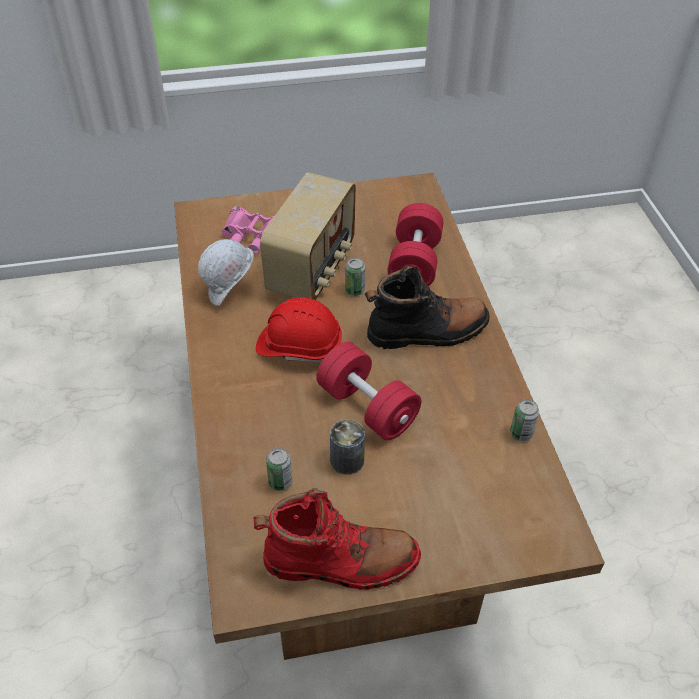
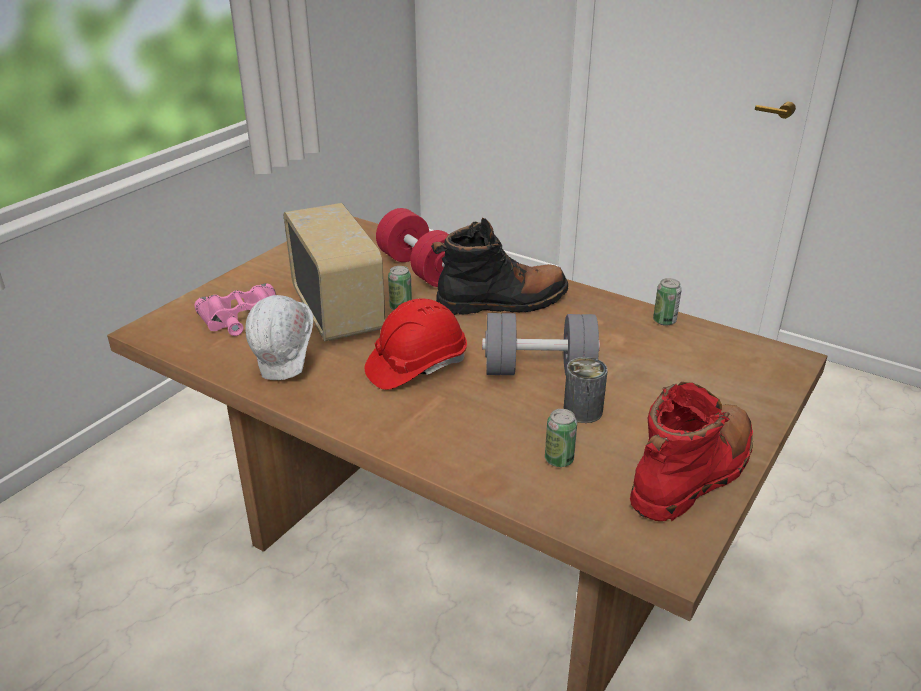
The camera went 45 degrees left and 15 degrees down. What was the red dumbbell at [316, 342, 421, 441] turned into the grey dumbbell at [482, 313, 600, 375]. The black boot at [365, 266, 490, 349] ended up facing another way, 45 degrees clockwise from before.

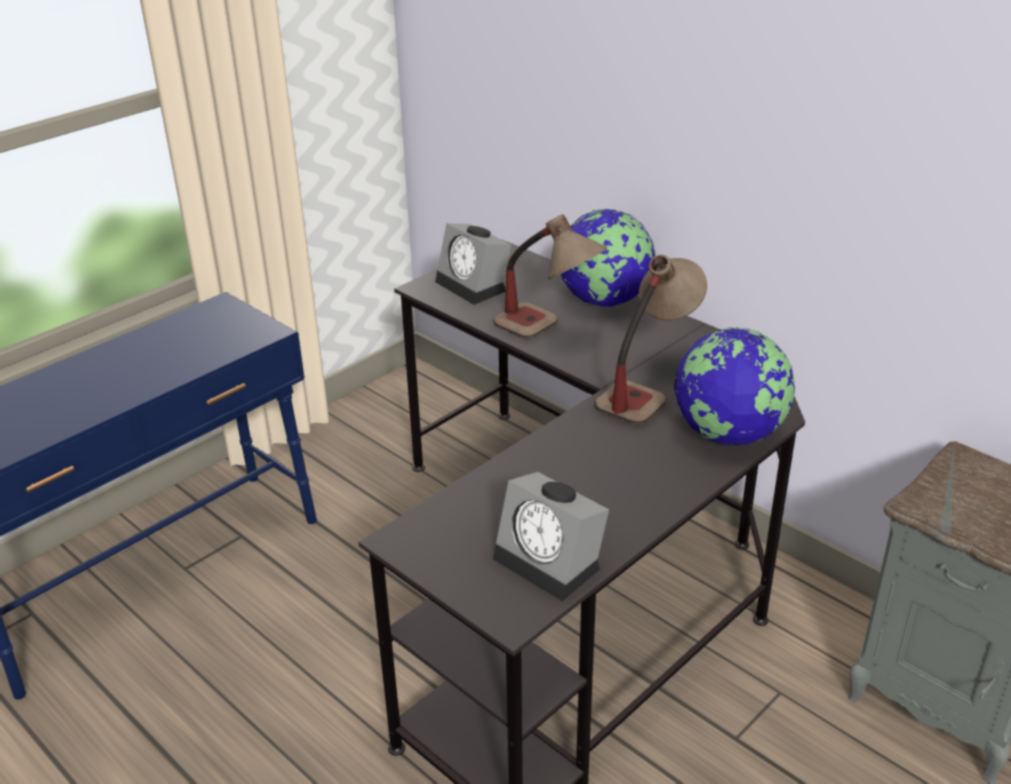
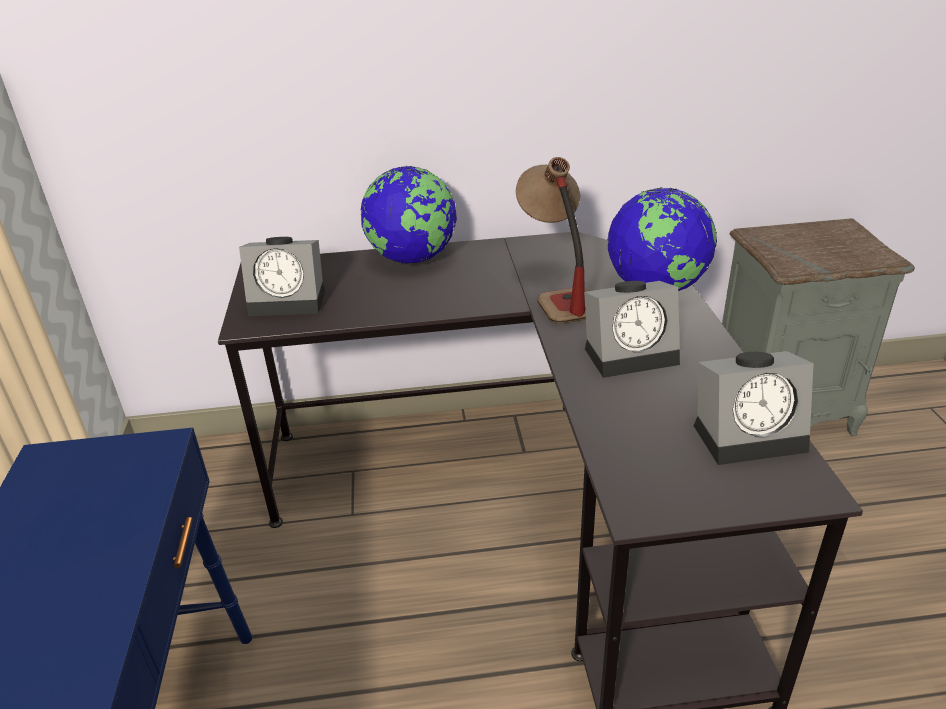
The camera went 50 degrees left and 0 degrees up. The second view lost the table lamp at [493, 214, 607, 339]. The second view gained the alarm clock at [584, 281, 680, 378].

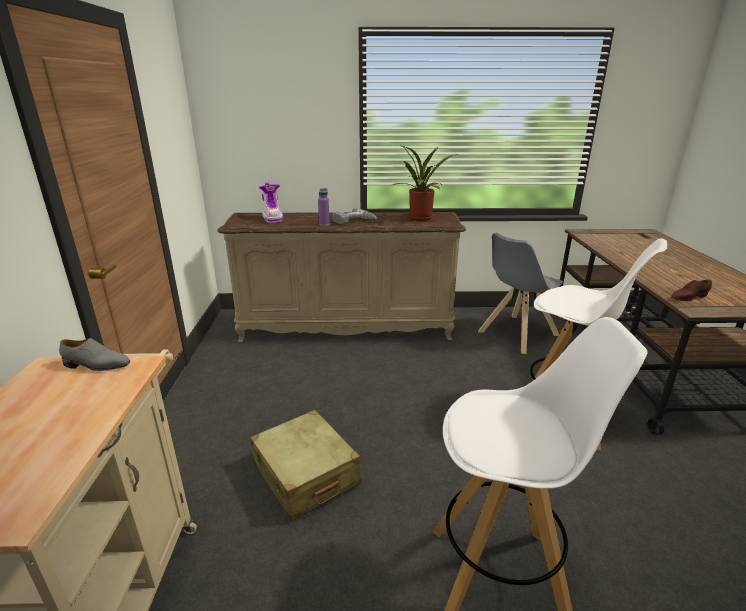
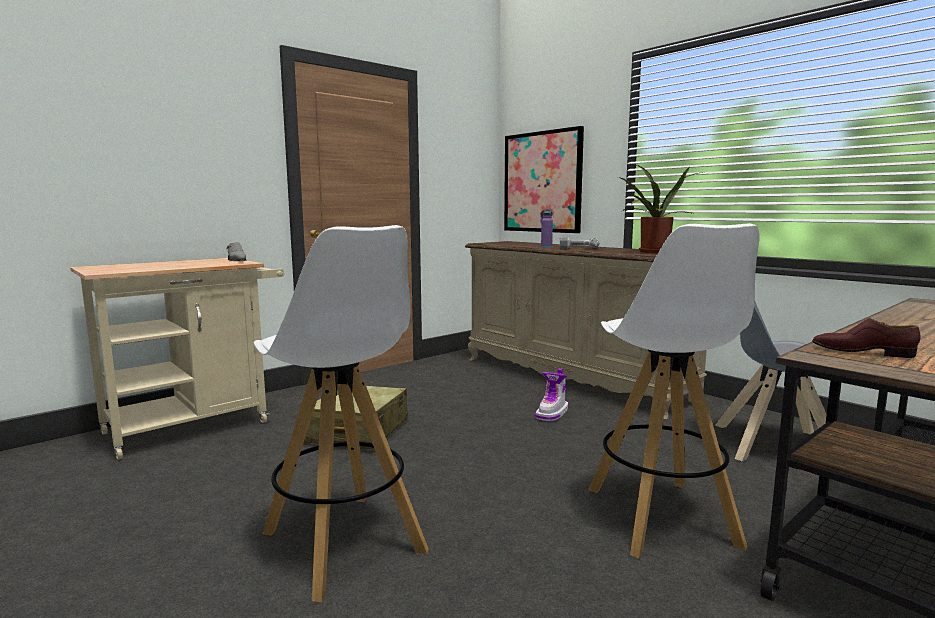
The camera went 50 degrees right and 15 degrees down. The boot ended up elsewhere, having gone from [259, 183, 283, 223] to [535, 368, 568, 421]. The second view gained the picture at [504, 126, 584, 233].

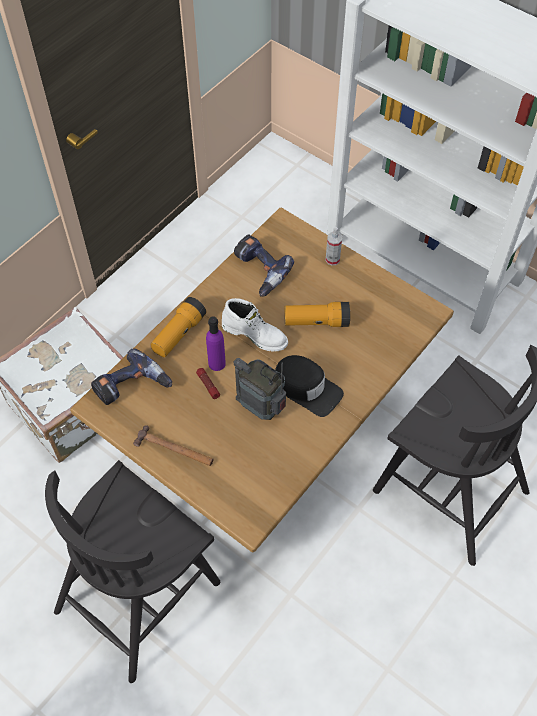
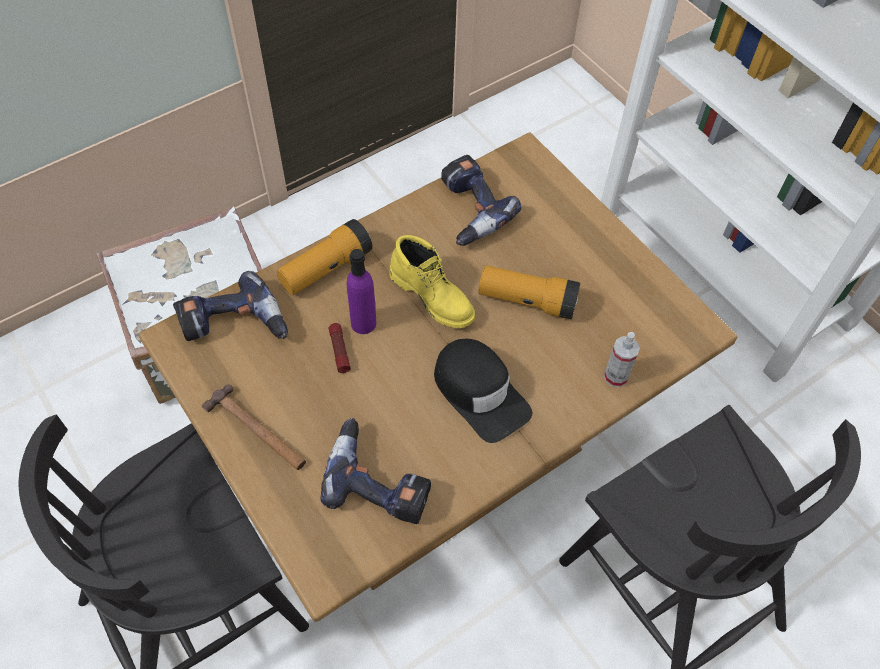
The camera went 15 degrees right and 0 degrees up. What was the white boot at [222, 298, 288, 352] turned into the yellow boot at [389, 235, 475, 328]. The second view lost the radio at [234, 358, 286, 420]. The spray bottle ended up elsewhere, having gone from [325, 227, 342, 266] to [604, 332, 640, 387]. The second view gained the power drill at [320, 418, 431, 524].

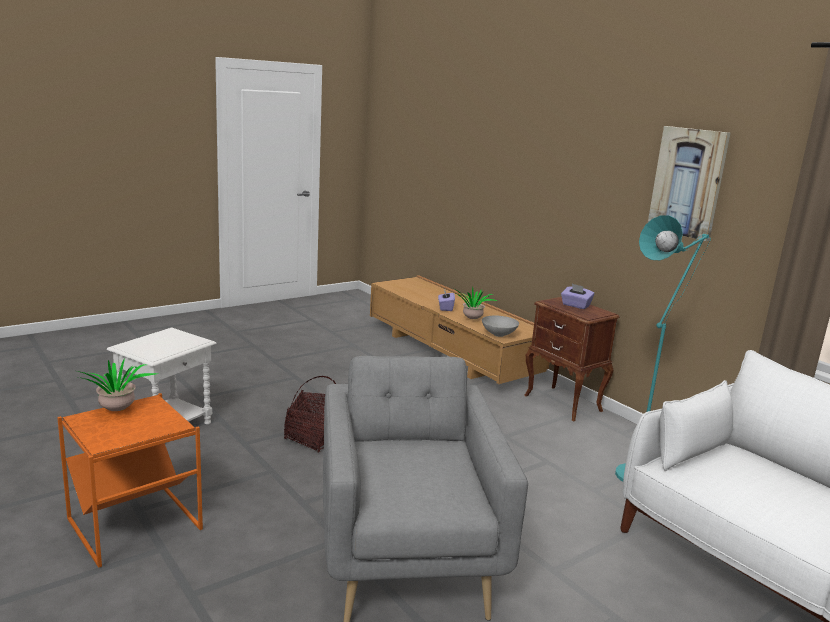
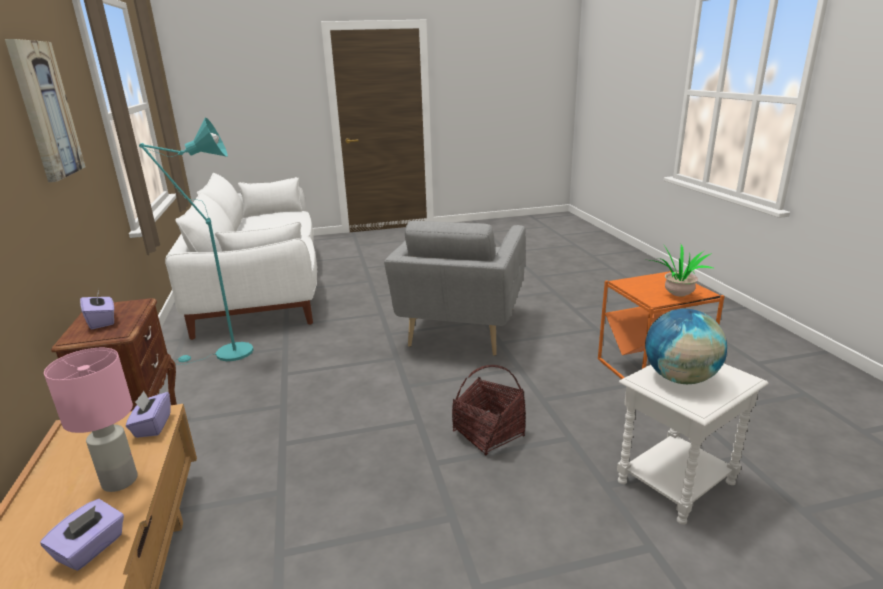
The camera went 155 degrees left and 5 degrees up. Where the potted plant stood at [454, 287, 498, 319], the pink table lamp came to stand at [44, 348, 137, 492]. Where the grey bowl stood at [482, 316, 519, 337], the purple tissue box came to stand at [126, 391, 171, 438]. The second view gained the globe at [645, 309, 727, 384].

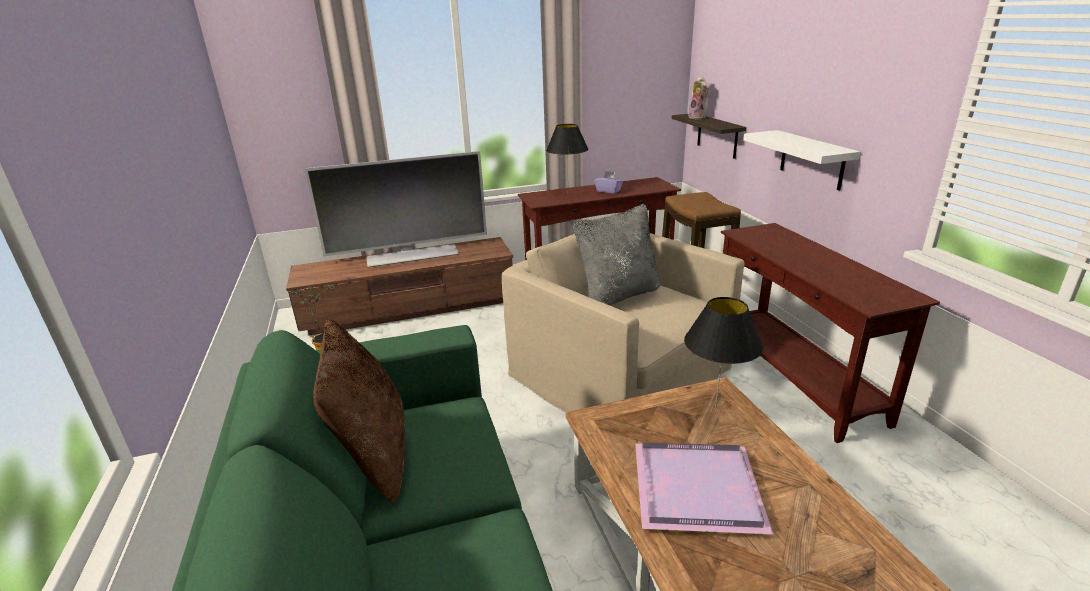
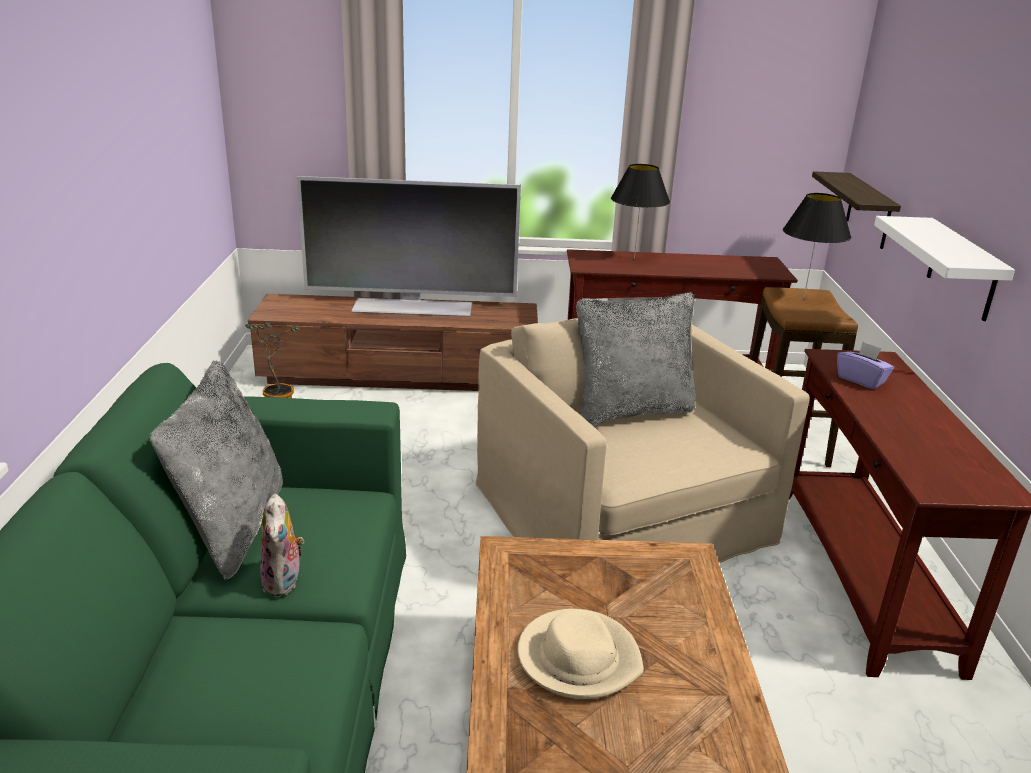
The camera went 15 degrees right and 0 degrees up. What was the brown pillow at [313, 319, 406, 502] turned into the grey pillow at [150, 360, 283, 579]. The purple tissue box ended up elsewhere, having gone from [594, 171, 623, 194] to [837, 342, 894, 389]. Where the purple tray stood at [635, 442, 773, 534], the beige hat came to stand at [517, 609, 644, 699]. The black table lamp ended up elsewhere, having gone from [684, 297, 764, 408] to [783, 193, 851, 298]. The plush toy ended up elsewhere, having gone from [688, 76, 709, 119] to [260, 494, 304, 596].

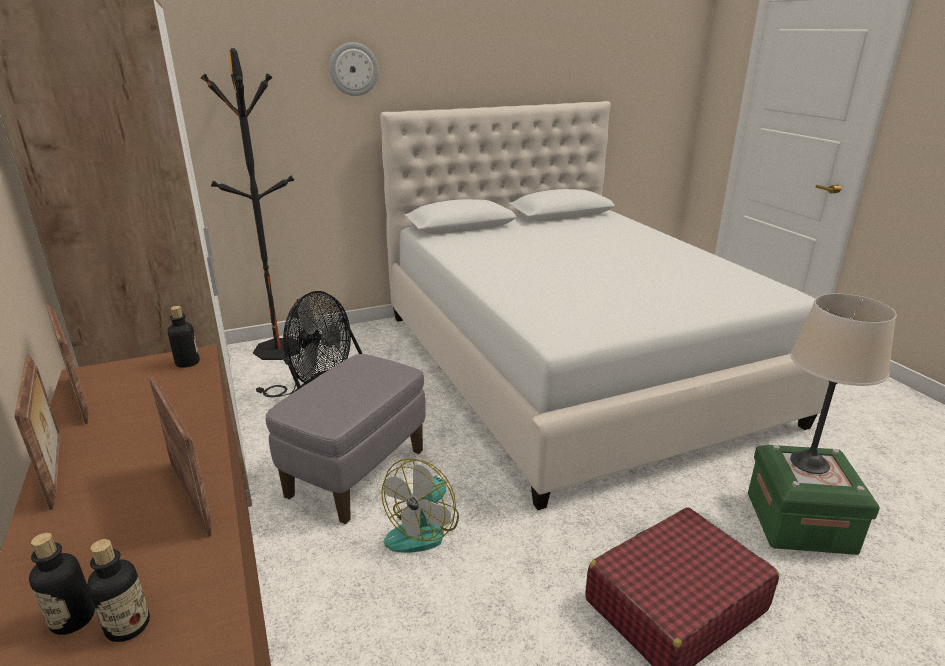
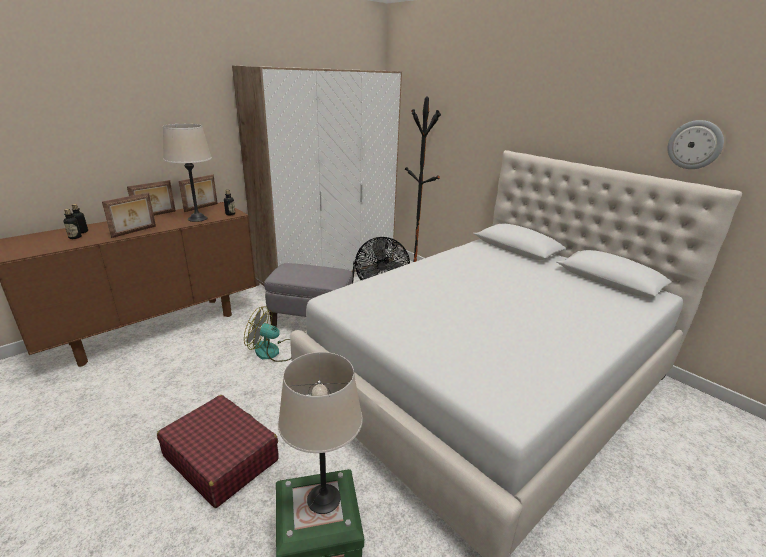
The camera went 70 degrees right and 0 degrees up. The wall clock ended up elsewhere, having gone from [329, 42, 379, 96] to [667, 120, 724, 169]. The second view gained the beige table lamp at [163, 124, 212, 222].

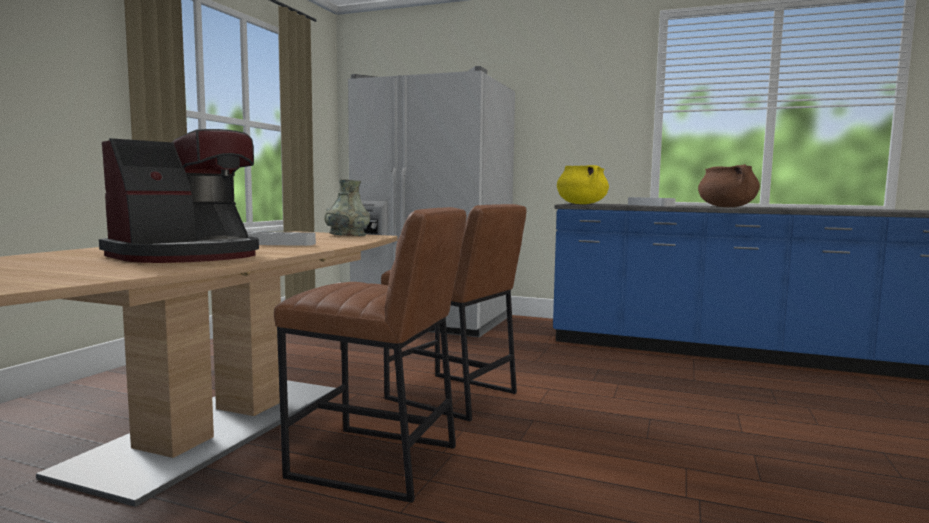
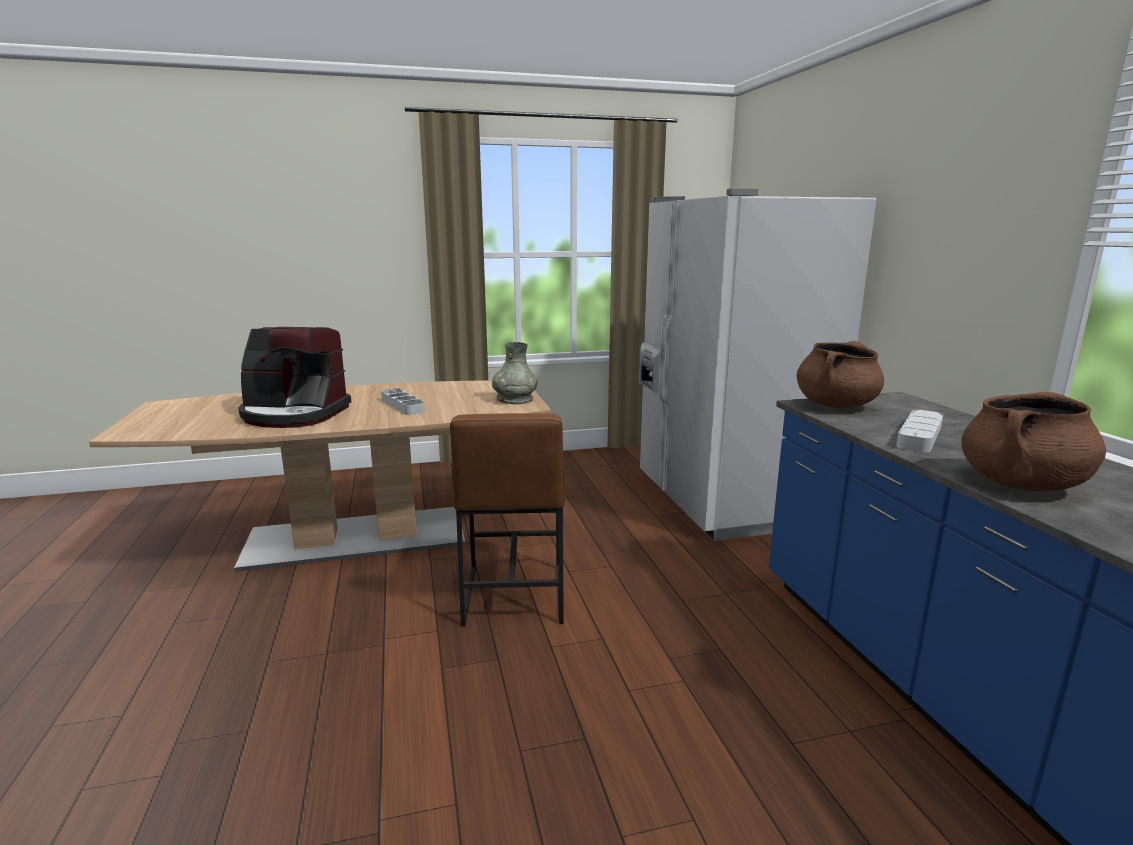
The camera went 55 degrees right and 10 degrees up. The second view lost the brown chair at [274, 207, 467, 503]. What was the yellow cooking pot at [557, 165, 609, 204] turned into the brown cooking pot at [797, 341, 884, 408].

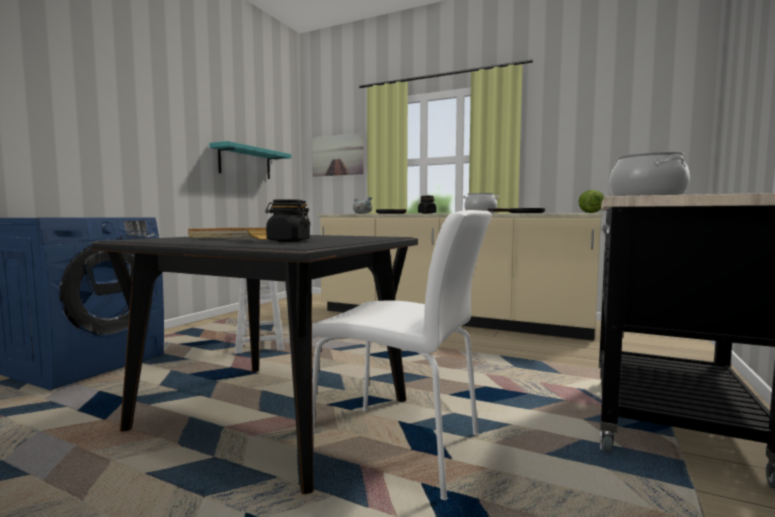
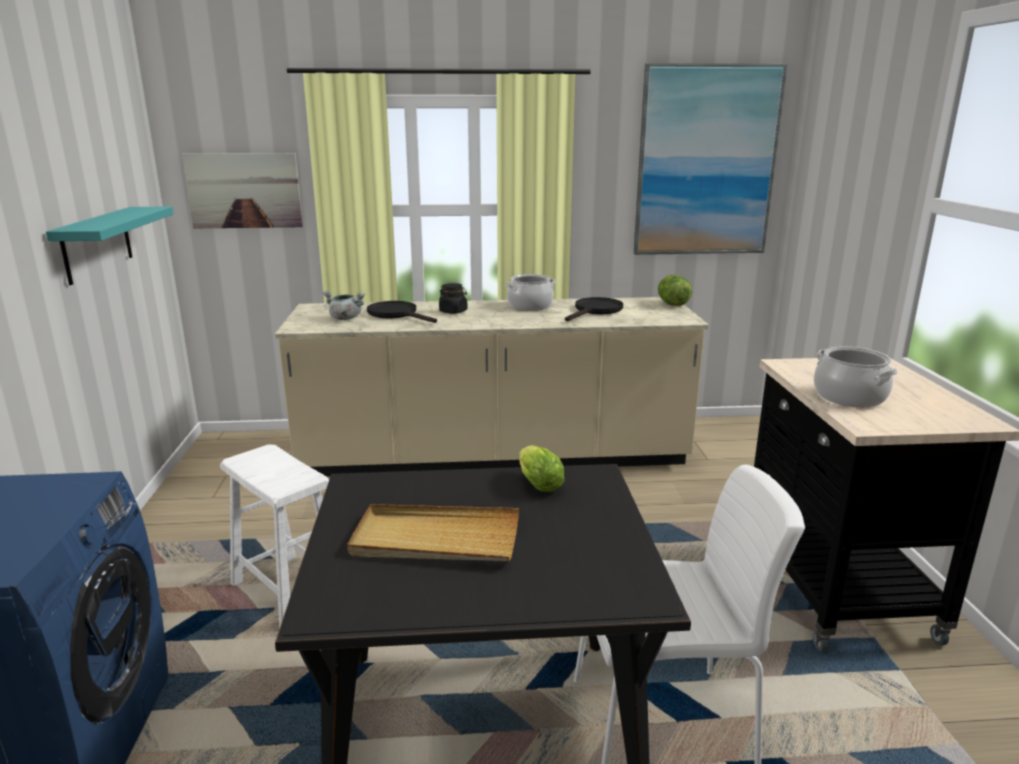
The camera went 30 degrees left and 15 degrees up. The second view lost the black jar at [265, 199, 311, 242]. The second view gained the lettuce at [519, 445, 564, 492]. The second view gained the picture at [634, 63, 788, 255].

